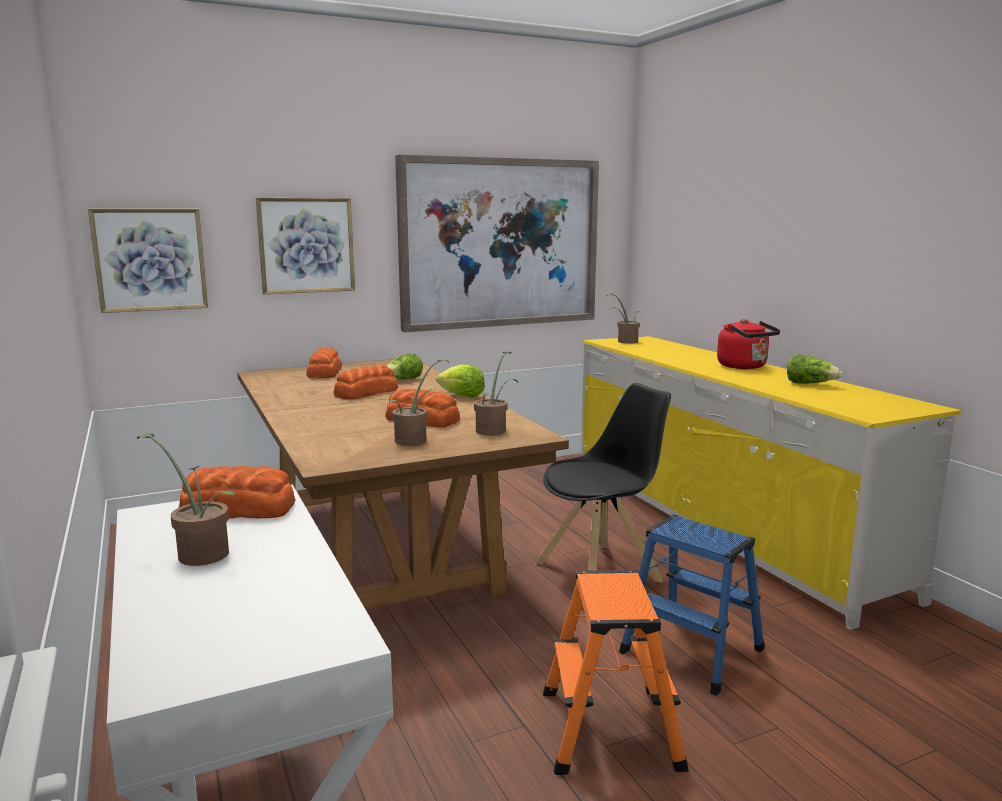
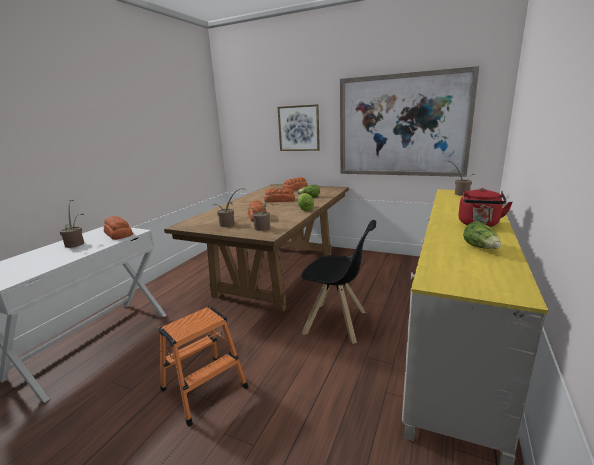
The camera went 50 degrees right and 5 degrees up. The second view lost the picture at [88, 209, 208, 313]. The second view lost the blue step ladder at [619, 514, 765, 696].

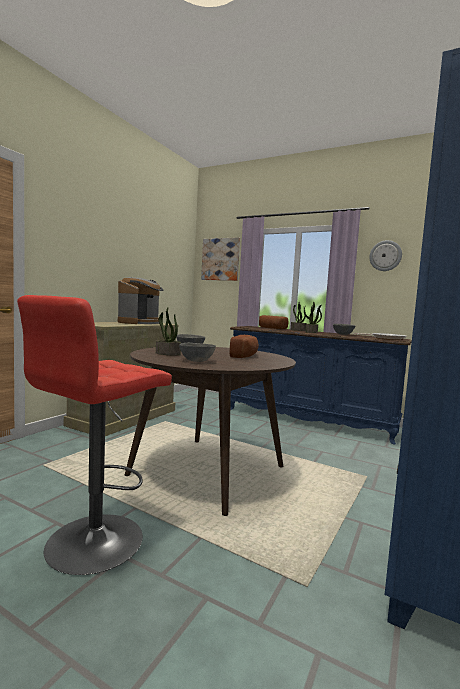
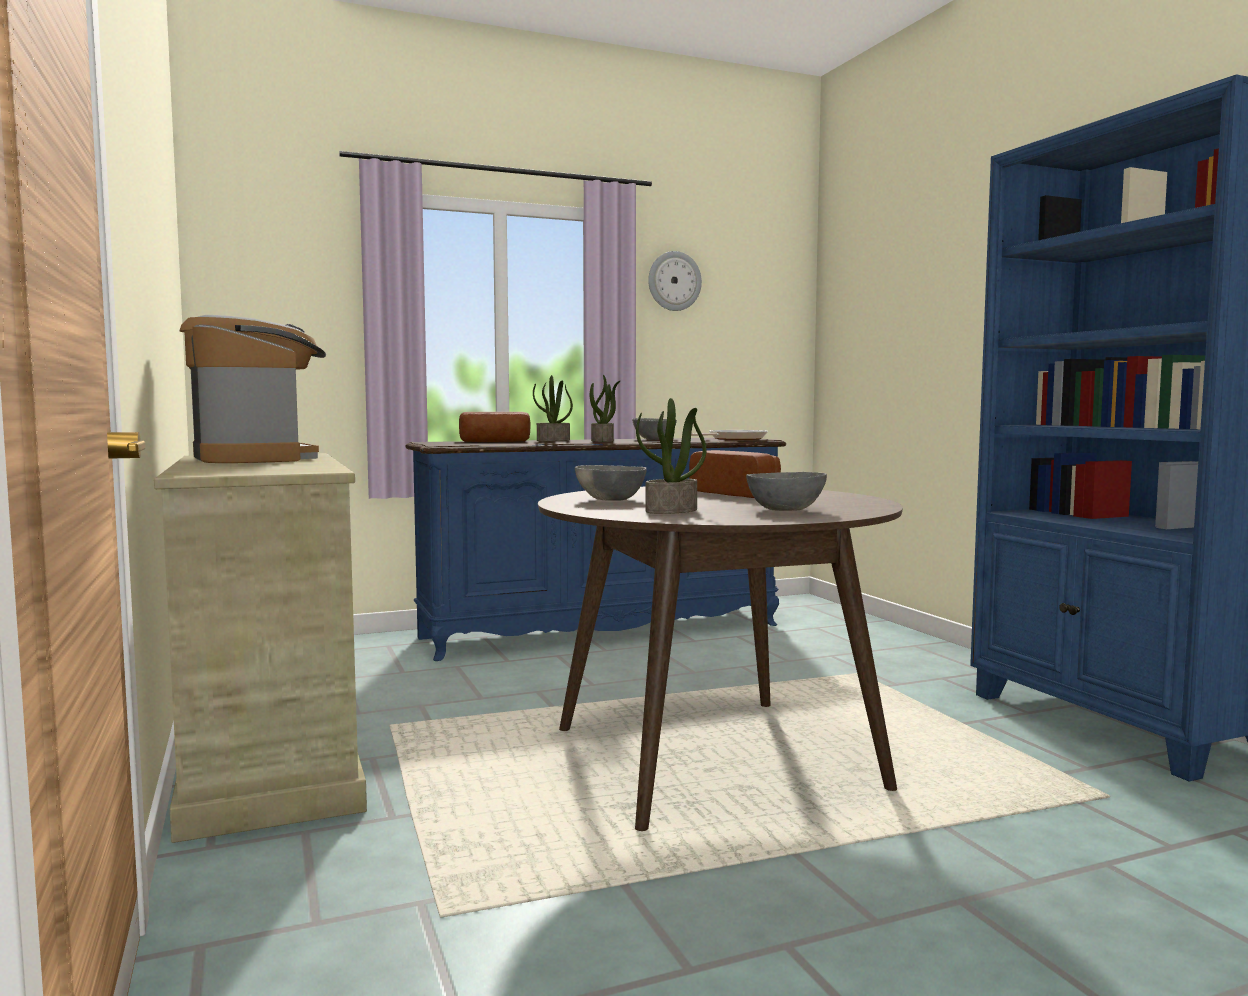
The camera went 50 degrees left and 0 degrees up. The second view lost the red stool at [17, 295, 172, 575]. The second view lost the picture at [201, 237, 240, 281].

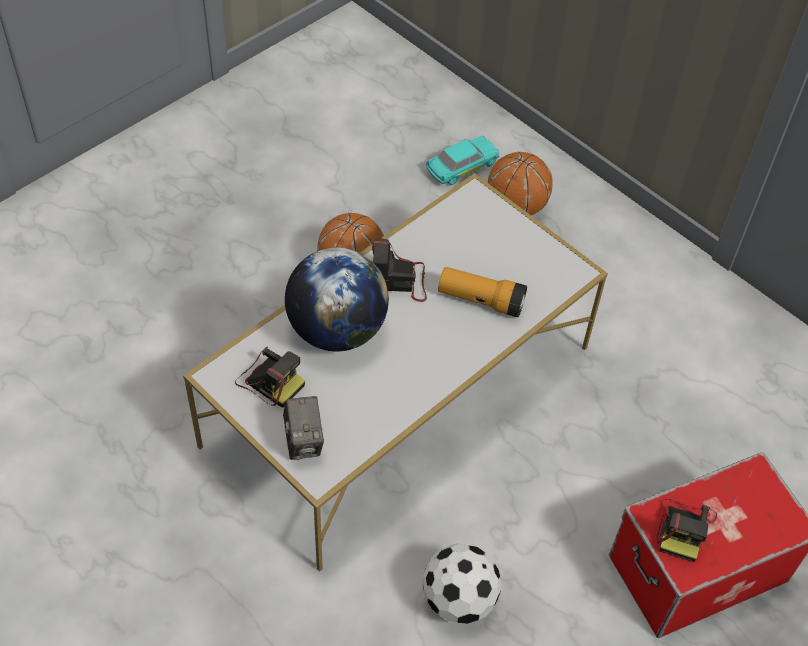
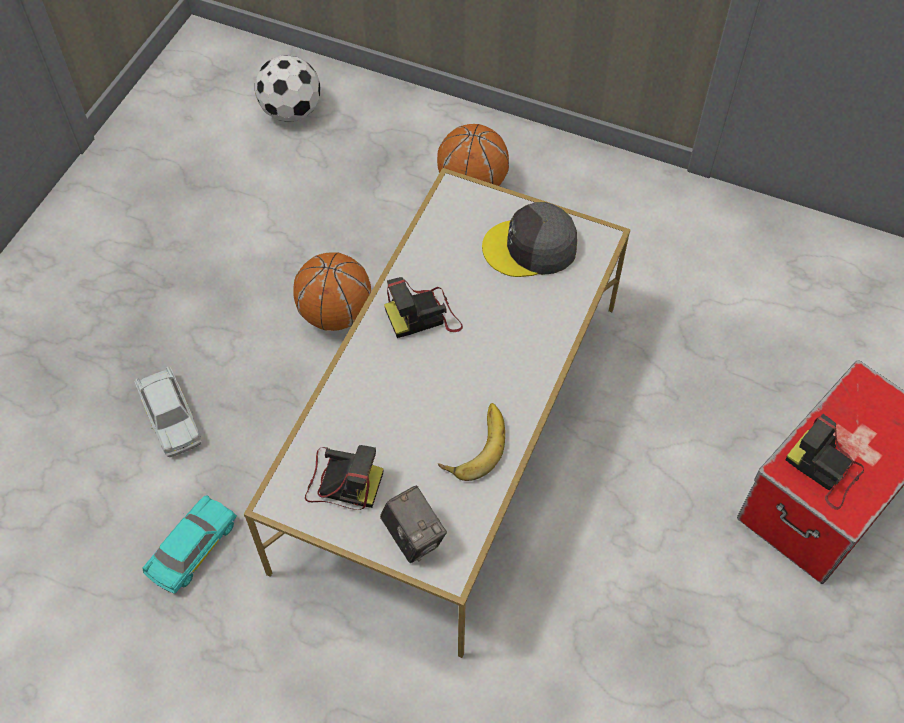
The camera went 20 degrees left and 5 degrees up. The second view lost the globe at [285, 248, 389, 352]. The football ended up elsewhere, having gone from [423, 544, 502, 624] to [255, 55, 320, 122]. The turquoise toy car ended up elsewhere, having gone from [426, 136, 500, 185] to [142, 495, 237, 593]. The second view lost the flashlight at [438, 267, 527, 317]. The photo camera at [656, 499, 717, 562] ended up facing another way, 135 degrees clockwise from before. The second view gained the white toy car at [134, 366, 202, 457]. The second view gained the banana at [438, 403, 505, 481]. The second view gained the grey cap at [482, 202, 577, 277].

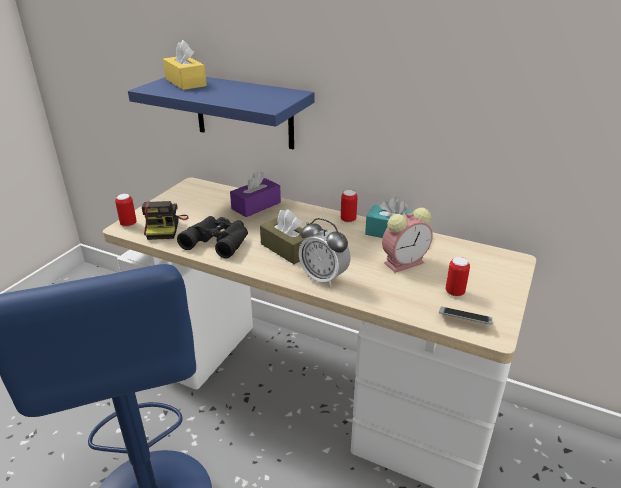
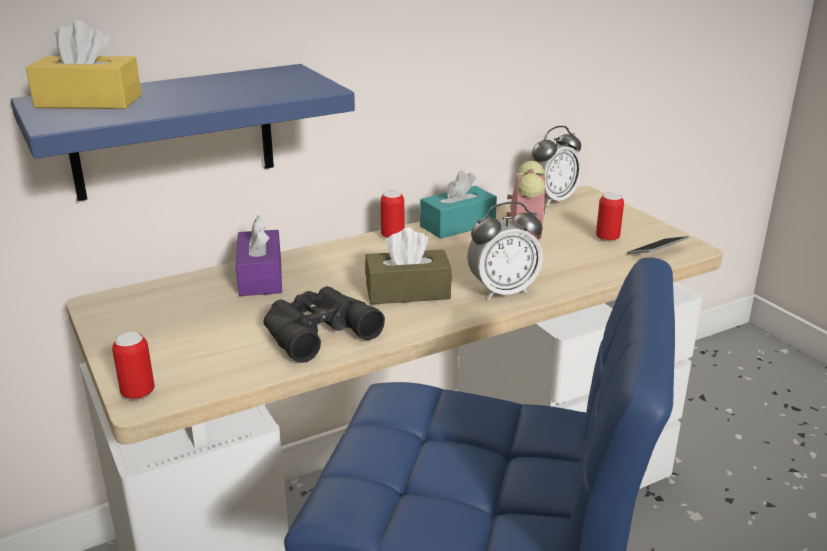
The camera went 55 degrees left and 5 degrees down. The second view lost the photo camera at [142, 201, 189, 240]. The second view gained the alarm clock at [529, 126, 582, 207].

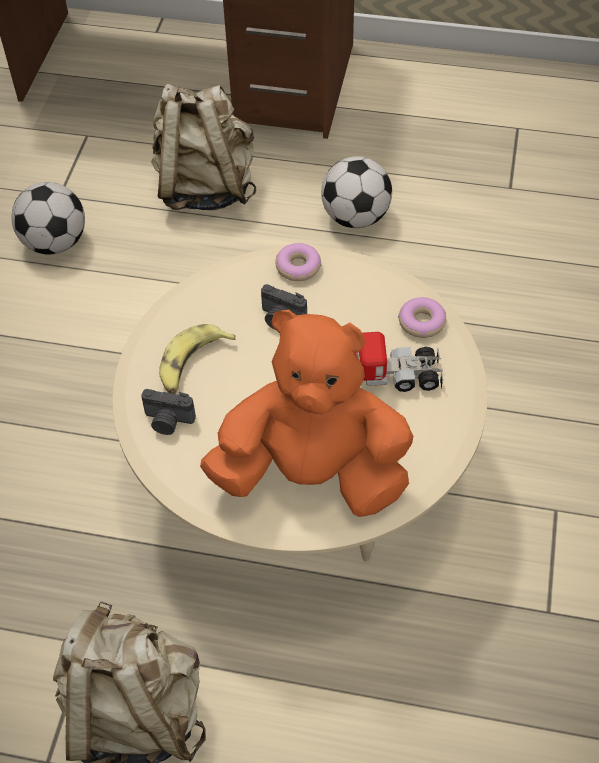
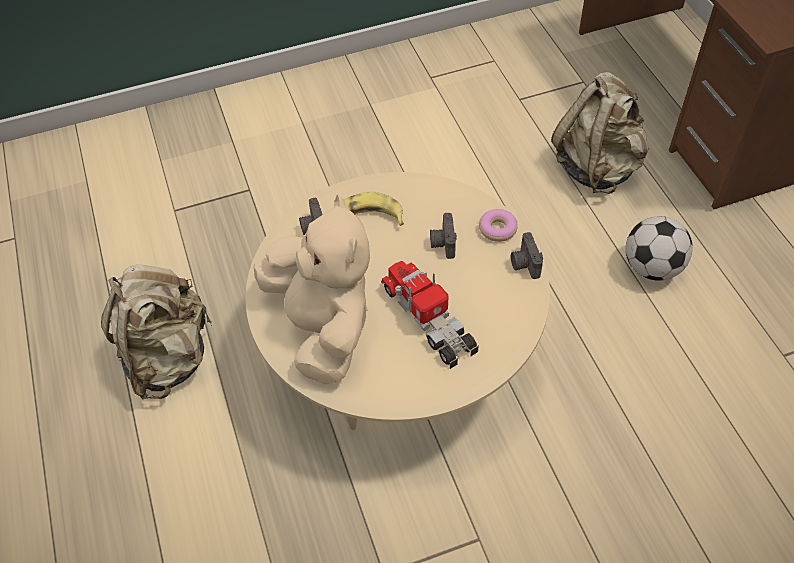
The camera went 60 degrees right and 0 degrees up. The second view lost the football at [11, 182, 85, 255]. What was the orange plush toy at [200, 310, 413, 517] turned into the beige plush toy at [254, 195, 370, 384]. The second view lost the donut at [398, 297, 446, 338]. The second view gained the photo camera at [511, 232, 543, 279].

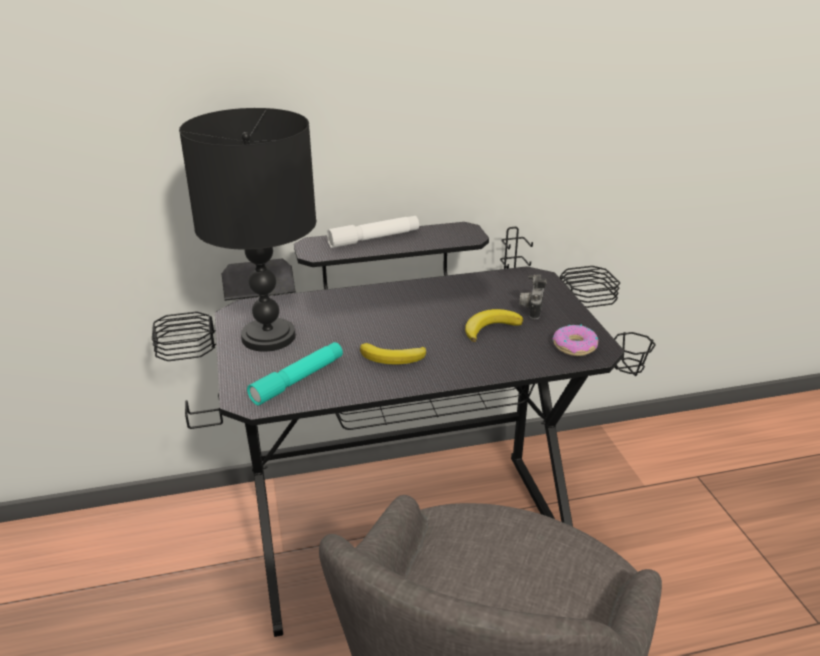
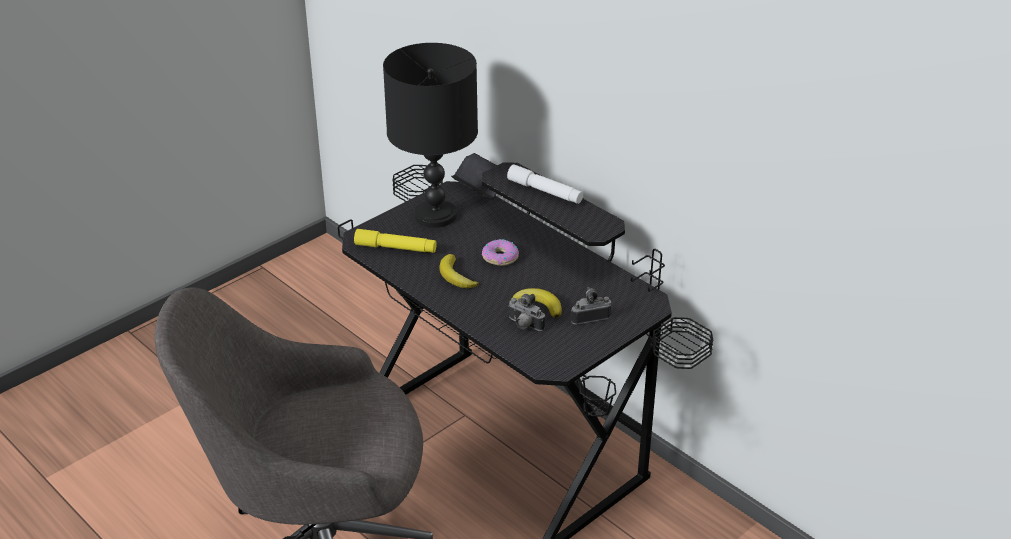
The camera went 60 degrees right and 5 degrees up. What was the turquoise flashlight at [247, 342, 343, 405] turned into the yellow flashlight at [354, 229, 437, 253]. The donut ended up elsewhere, having gone from [553, 324, 598, 356] to [482, 239, 519, 266]. The second view gained the photo camera at [508, 294, 545, 331].

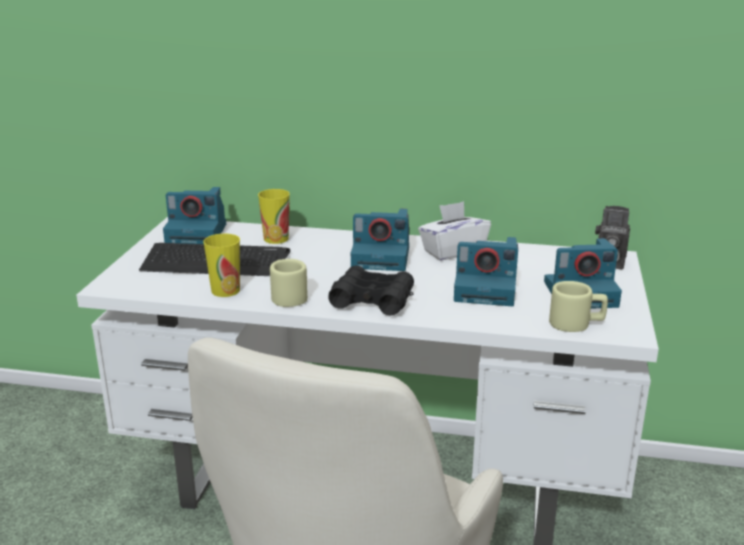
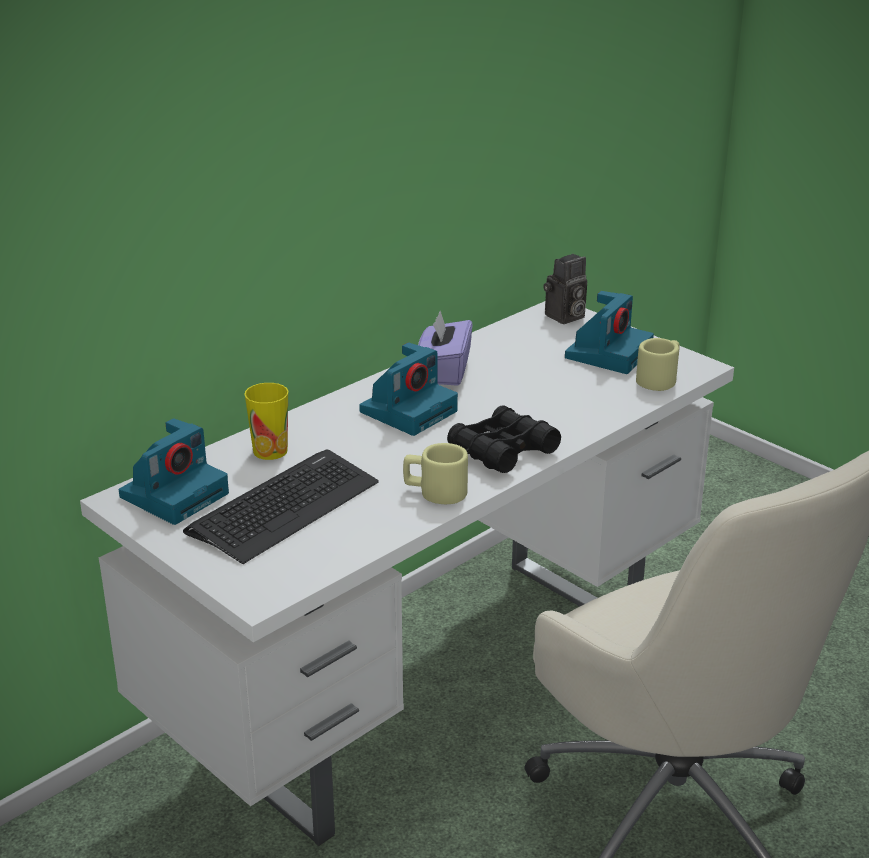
The camera went 55 degrees left and 5 degrees up. The second view lost the cup at [203, 233, 240, 297]. What was the white tissue box at [418, 201, 491, 261] turned into the purple tissue box at [418, 311, 472, 386]. The second view lost the photo camera at [454, 237, 518, 306].

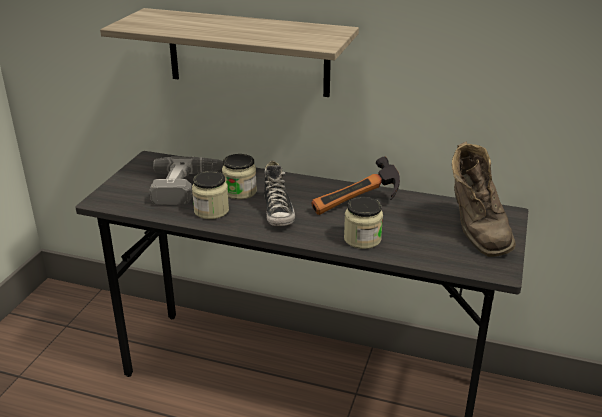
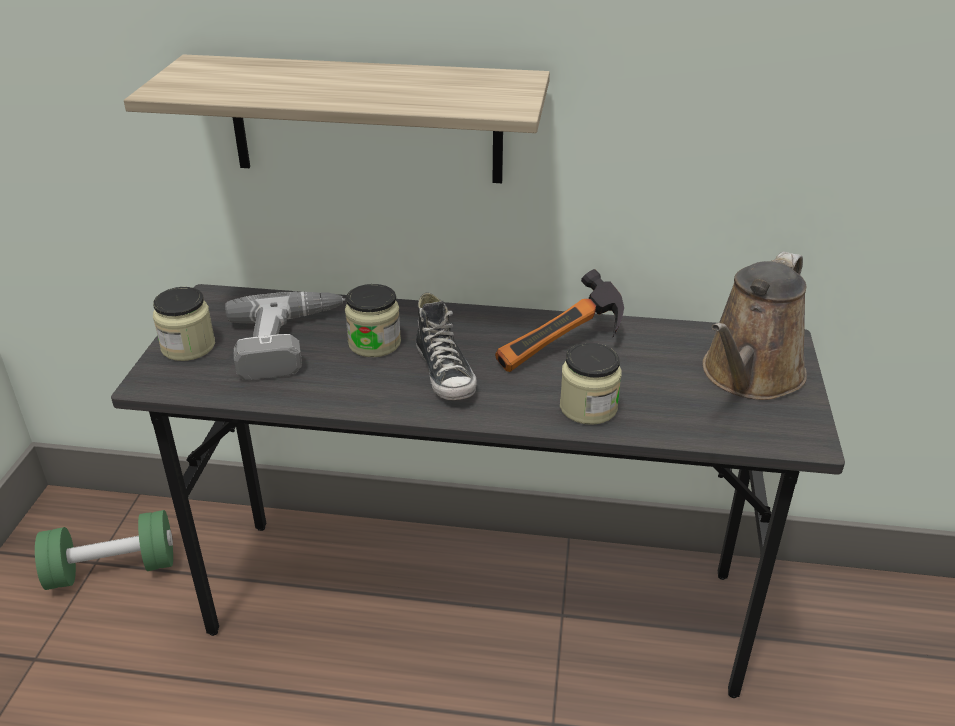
The camera went 10 degrees left and 5 degrees up. The jar ended up elsewhere, having gone from [192, 171, 229, 219] to [153, 287, 215, 361]. Where the brown boot stood at [452, 142, 516, 257], the brown watering can came to stand at [702, 252, 807, 400]. The second view gained the green dumbbell at [35, 510, 173, 590].

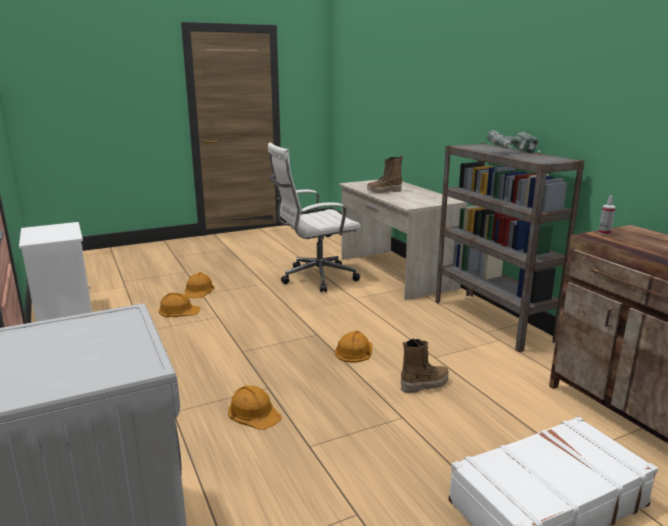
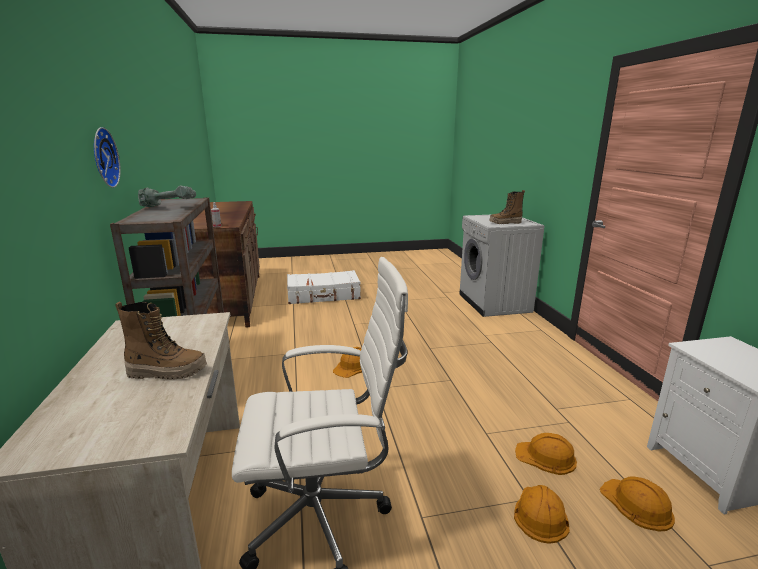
The camera went 165 degrees left and 0 degrees up. The orange hard hat ended up elsewhere, having gone from [228, 385, 282, 430] to [600, 476, 675, 532]. The boot ended up elsewhere, having gone from [401, 339, 449, 393] to [489, 190, 525, 224]. The second view gained the wall clock at [94, 127, 121, 188].

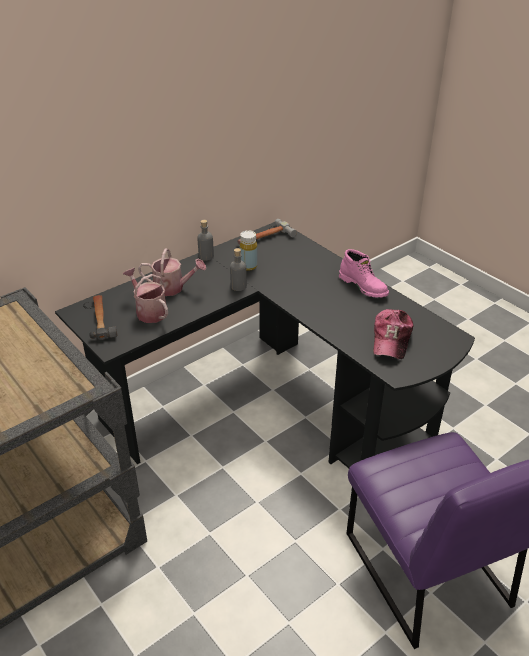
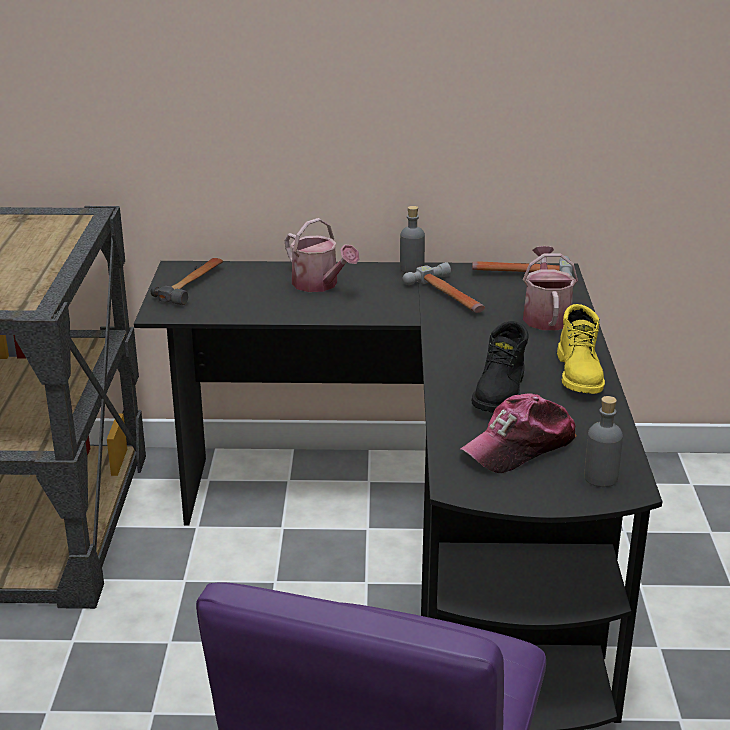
The camera went 40 degrees right and 10 degrees down. The watering can ended up elsewhere, having gone from [123, 268, 168, 323] to [523, 246, 578, 330]. The grey bottle ended up elsewhere, having gone from [230, 248, 247, 291] to [584, 396, 623, 487]. Where the yellow bottle stood at [240, 230, 257, 271], the hammer came to stand at [403, 262, 485, 313]. What was the pink boot at [339, 249, 389, 298] turned into the yellow boot at [557, 304, 605, 394]. The second view gained the black boot at [472, 321, 529, 413].

